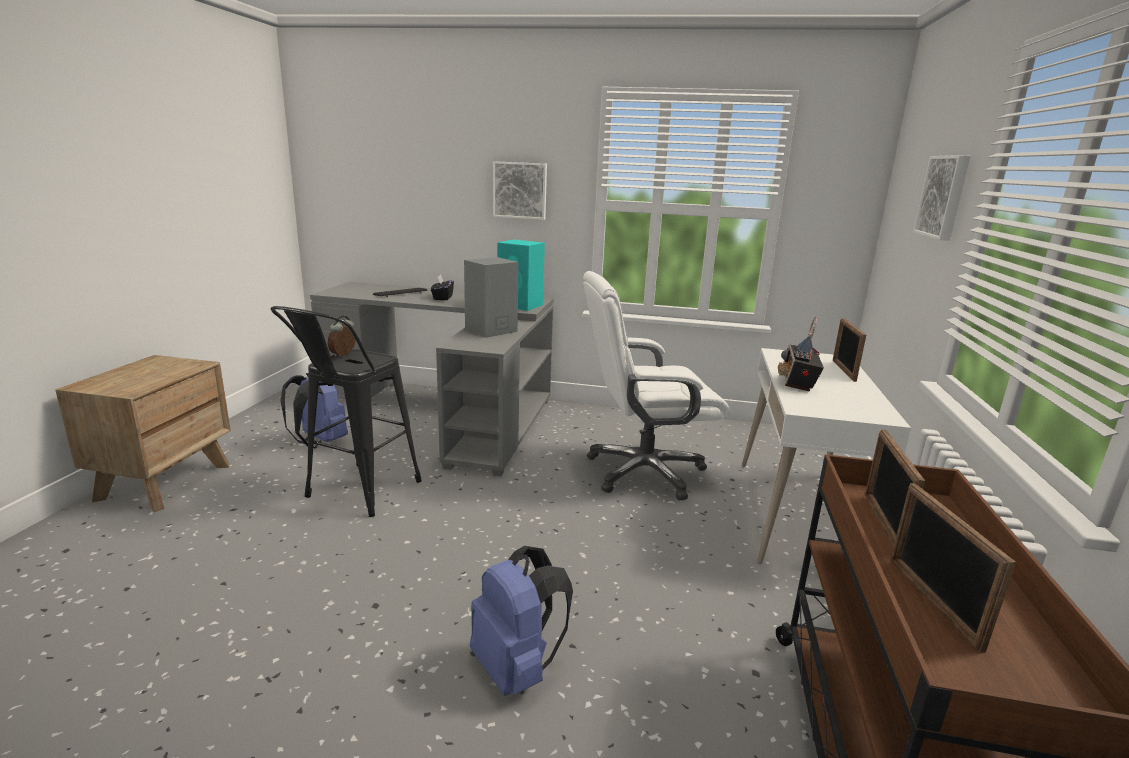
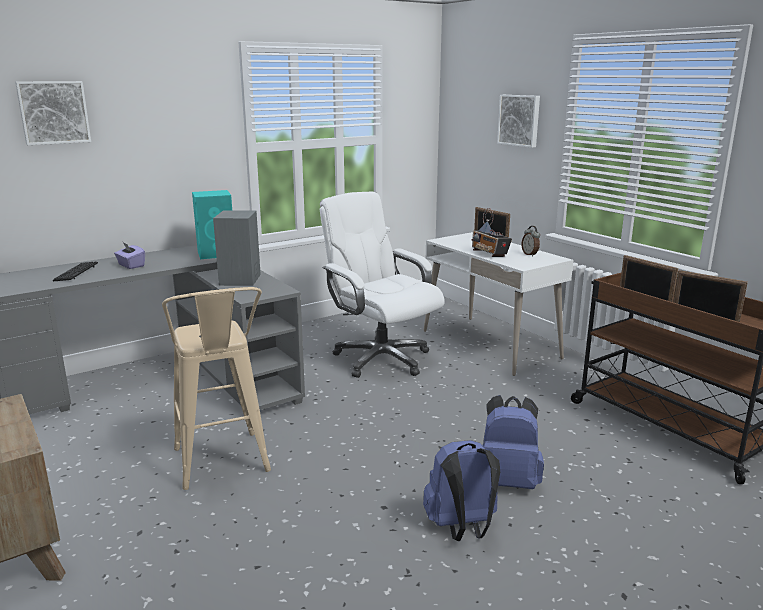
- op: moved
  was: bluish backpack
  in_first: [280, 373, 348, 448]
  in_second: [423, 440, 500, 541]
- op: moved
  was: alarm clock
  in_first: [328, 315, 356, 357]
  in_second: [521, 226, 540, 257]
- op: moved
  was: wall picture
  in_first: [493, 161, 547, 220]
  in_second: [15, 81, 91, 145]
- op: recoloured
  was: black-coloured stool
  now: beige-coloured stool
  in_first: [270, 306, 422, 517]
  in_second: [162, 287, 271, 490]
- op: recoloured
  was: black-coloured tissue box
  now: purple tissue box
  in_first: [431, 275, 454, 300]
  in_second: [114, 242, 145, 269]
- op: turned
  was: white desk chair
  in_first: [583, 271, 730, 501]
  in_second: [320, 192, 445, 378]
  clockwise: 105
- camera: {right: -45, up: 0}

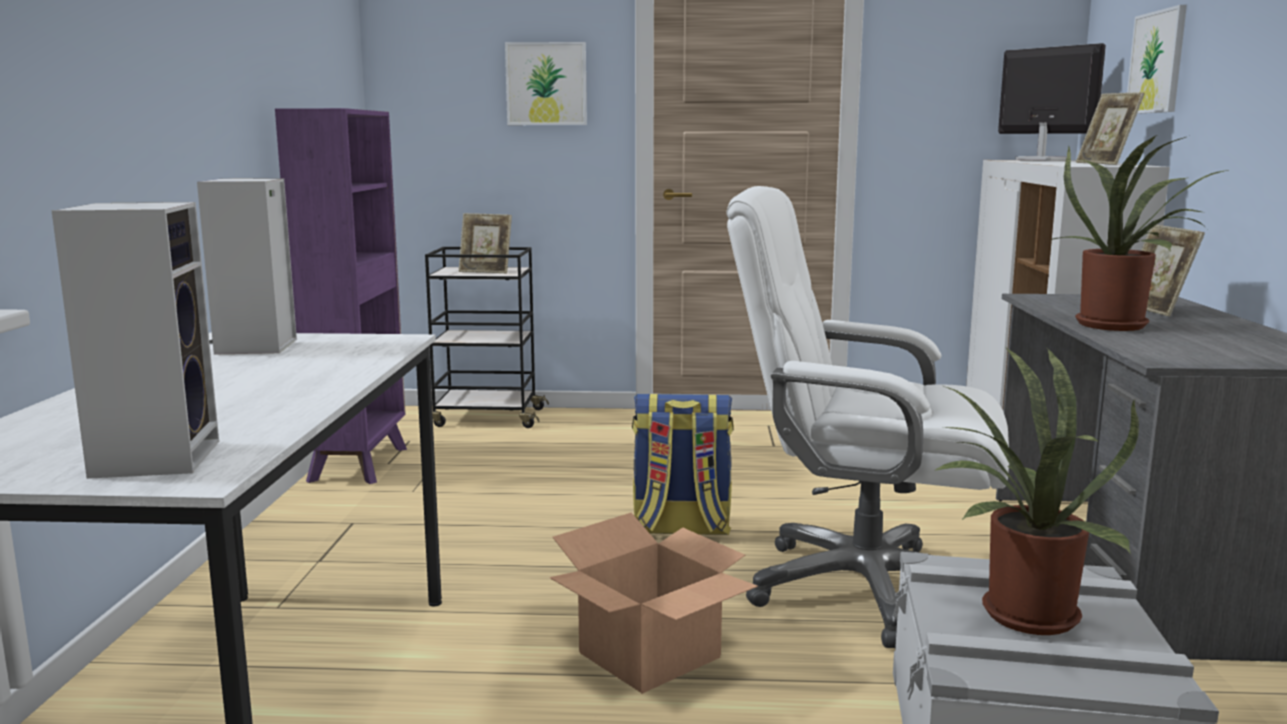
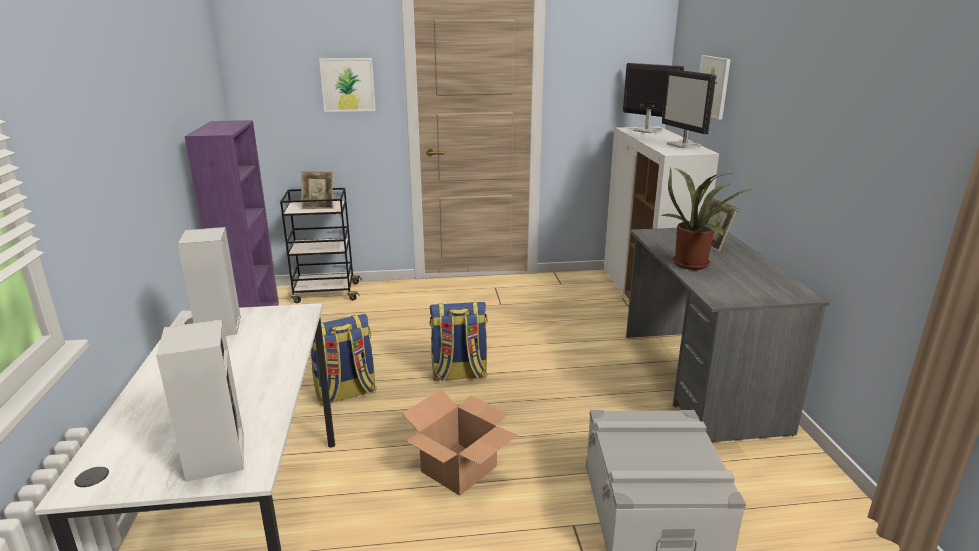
- op: removed
  was: white desk chair
  in_first: [726, 186, 1009, 648]
- op: removed
  was: plant in a pot
  in_first: [932, 346, 1139, 635]
- op: added
  now: backpack
  in_second: [311, 314, 377, 406]
- op: replaced
  was: picture frame
  now: monitor
  in_first: [1076, 92, 1145, 165]
  in_second: [662, 69, 716, 148]
- camera: {right: -10, up: 10}

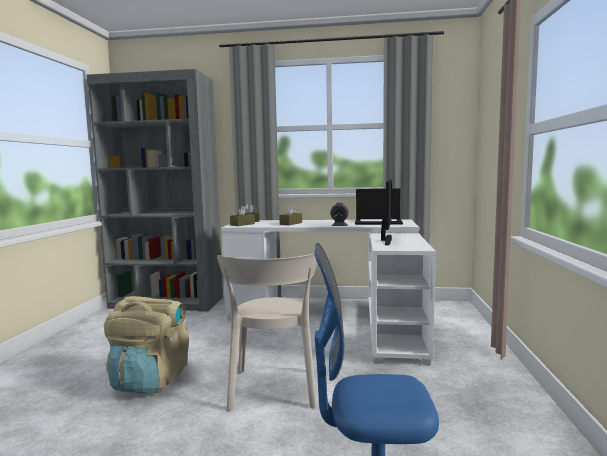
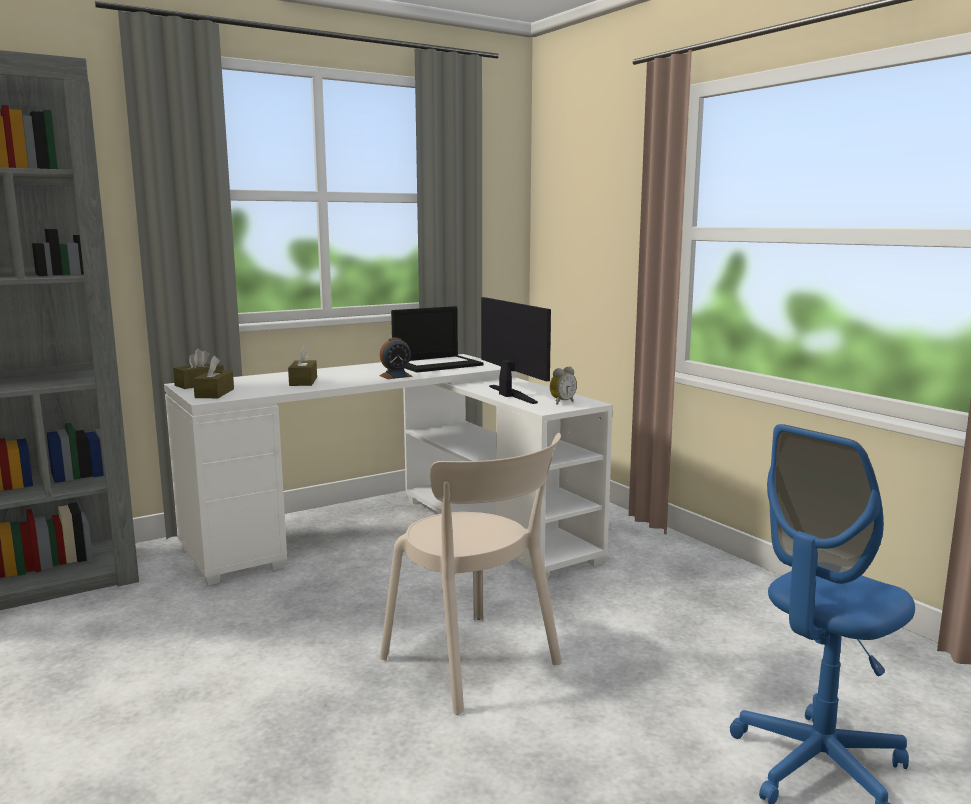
- op: removed
  was: beige-coloured backpack
  in_first: [104, 296, 189, 393]
- op: added
  now: alarm clock
  in_second: [550, 366, 577, 405]
- camera: {right: -40, up: 5}

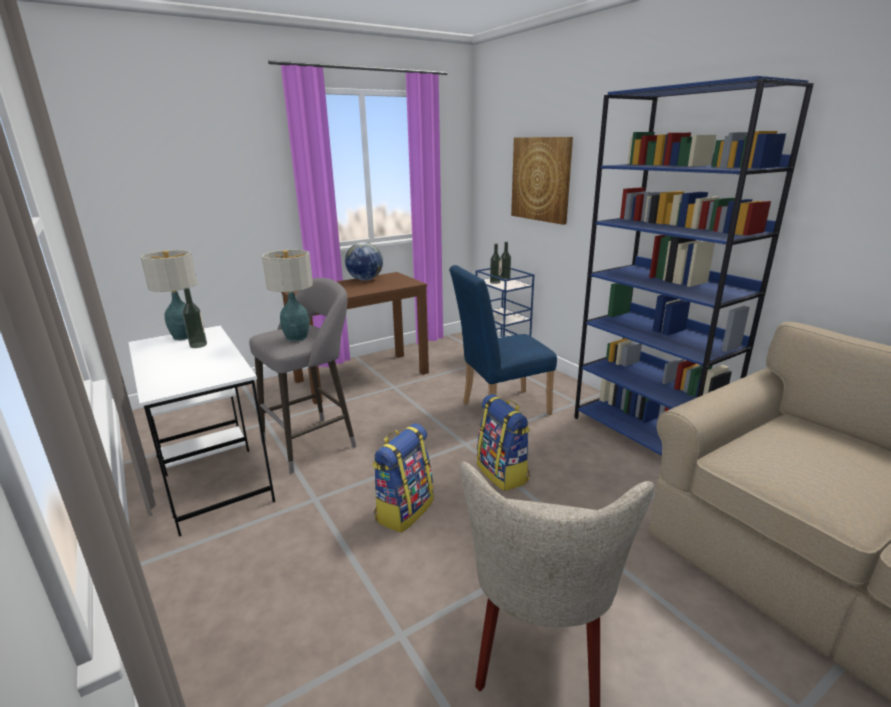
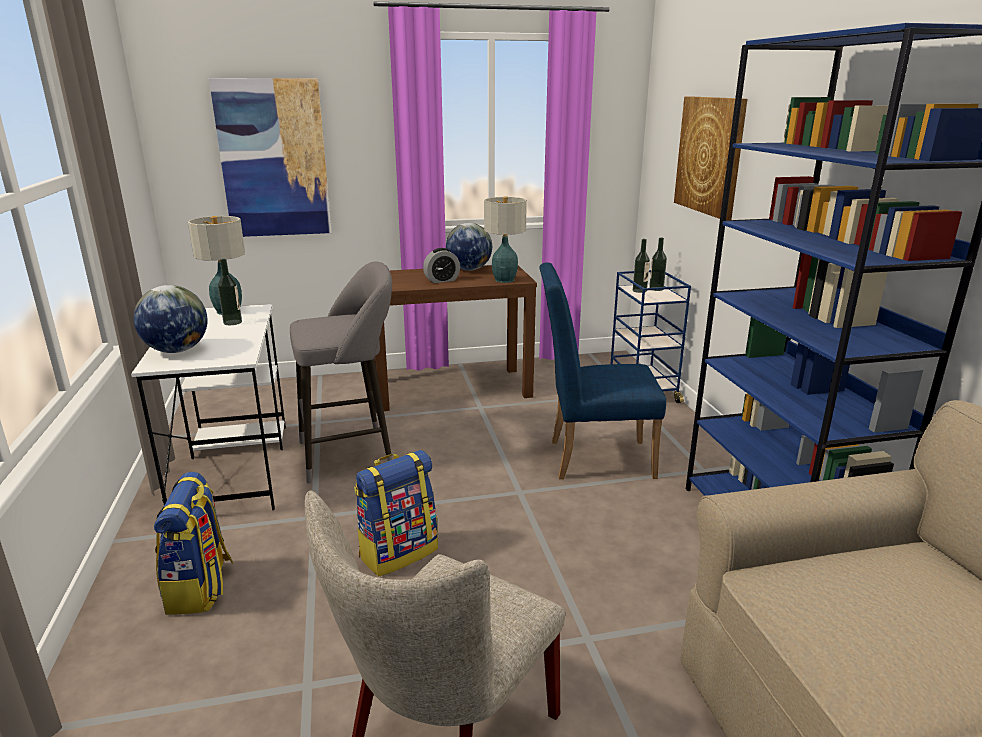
- op: added
  now: desk globe
  in_second: [133, 285, 208, 353]
- op: added
  now: wall picture
  in_second: [209, 78, 332, 237]
- op: added
  now: alarm clock
  in_second: [423, 248, 460, 283]
- op: moved
  was: tabletop lamp
  in_first: [262, 250, 313, 341]
  in_second: [484, 196, 527, 283]
- op: moved
  was: backpack
  in_first: [477, 394, 530, 491]
  in_second: [154, 472, 234, 615]
- camera: {right: 20, up: 0}

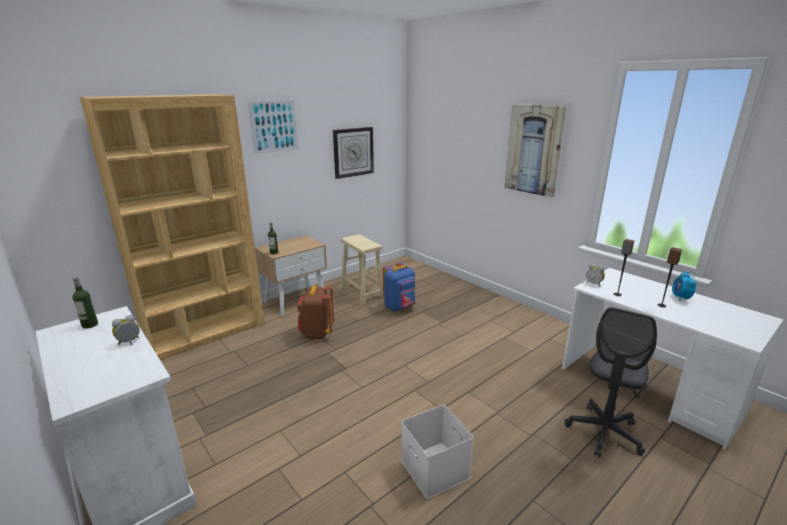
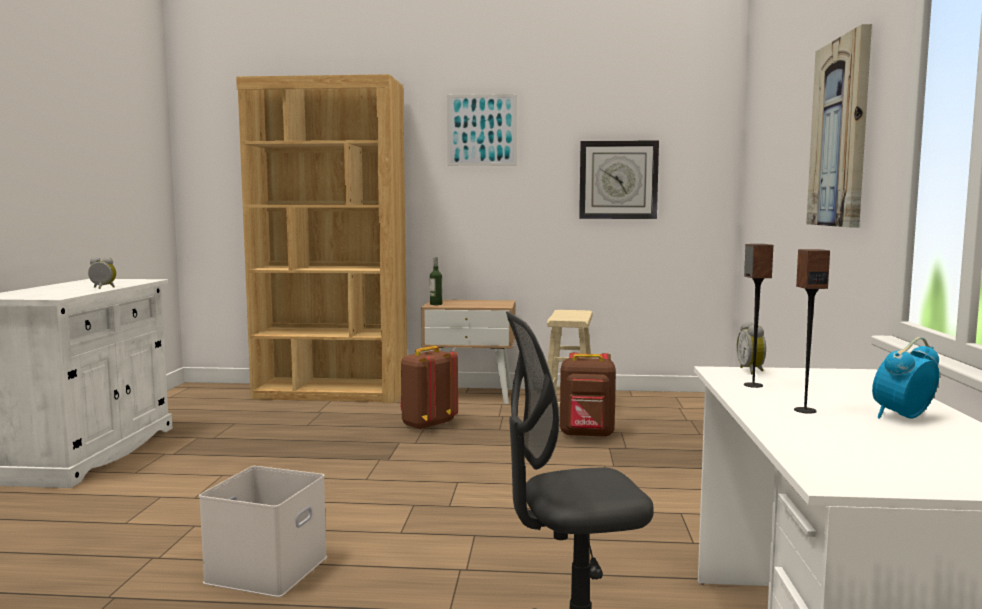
- op: removed
  was: beverage bottle
  in_first: [73, 276, 98, 329]
- op: recoloured
  was: bluish backpack
  now: brown backpack
  in_first: [383, 262, 415, 311]
  in_second: [560, 352, 616, 438]
- camera: {right: 45, up: -15}

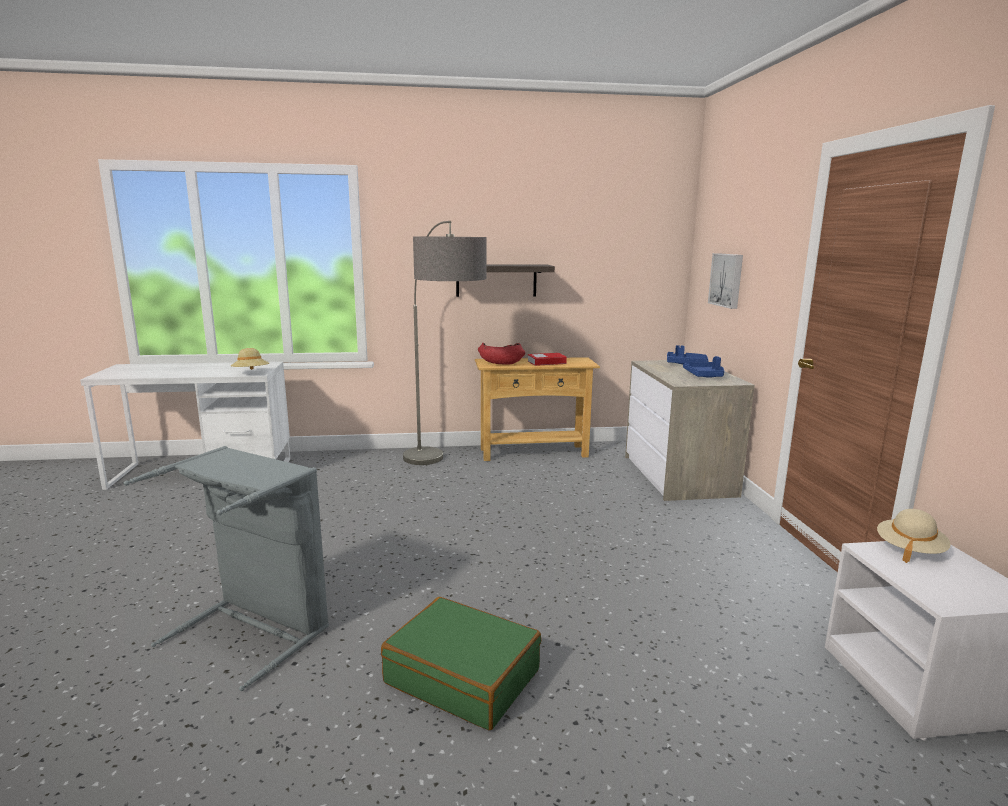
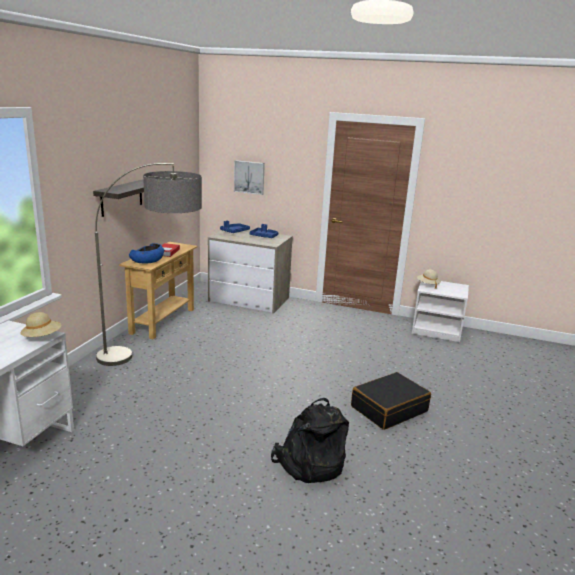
- op: replaced
  was: greyish laundry basket
  now: black-coloured backpack
  in_first: [124, 446, 329, 691]
  in_second: [271, 398, 349, 483]
- op: recoloured
  was: green suitcase
  now: black-coloured suitcase
  in_first: [381, 597, 541, 730]
  in_second: [351, 372, 431, 430]
- op: recoloured
  was: red deep dish
  now: bluish deep dish
  in_first: [478, 343, 525, 365]
  in_second: [129, 243, 164, 264]
- camera: {right: -65, up: 5}

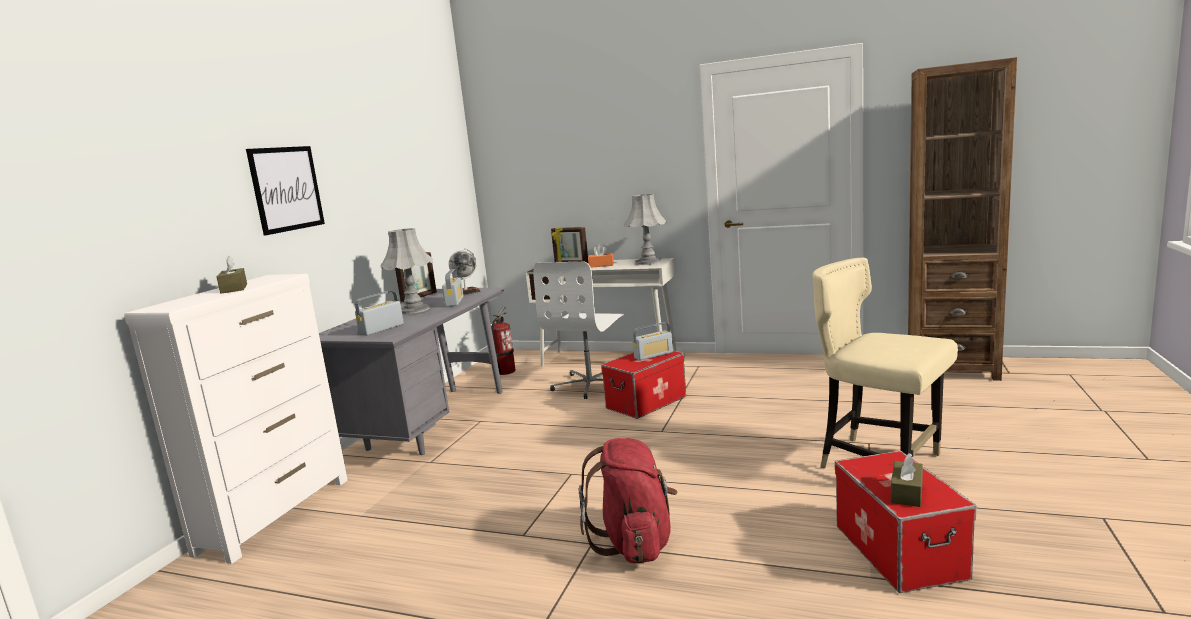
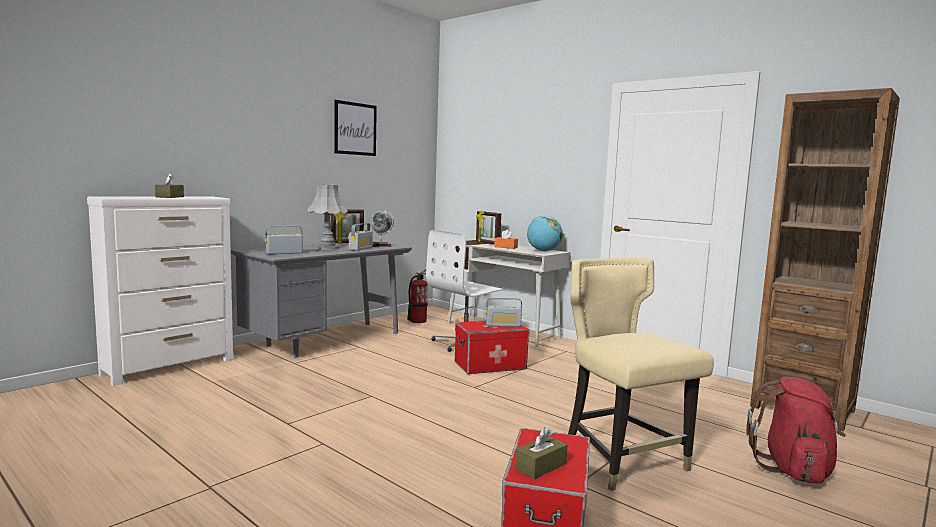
- op: moved
  was: wall picture
  in_first: [246, 146, 325, 236]
  in_second: [334, 100, 377, 156]
- op: moved
  was: red backpack
  in_first: [579, 438, 678, 564]
  in_second: [746, 377, 846, 484]
- op: replaced
  was: greyish tabletop lamp
  now: desk globe
  in_first: [624, 194, 666, 265]
  in_second: [527, 216, 562, 251]
- camera: {right: 20, up: -5}

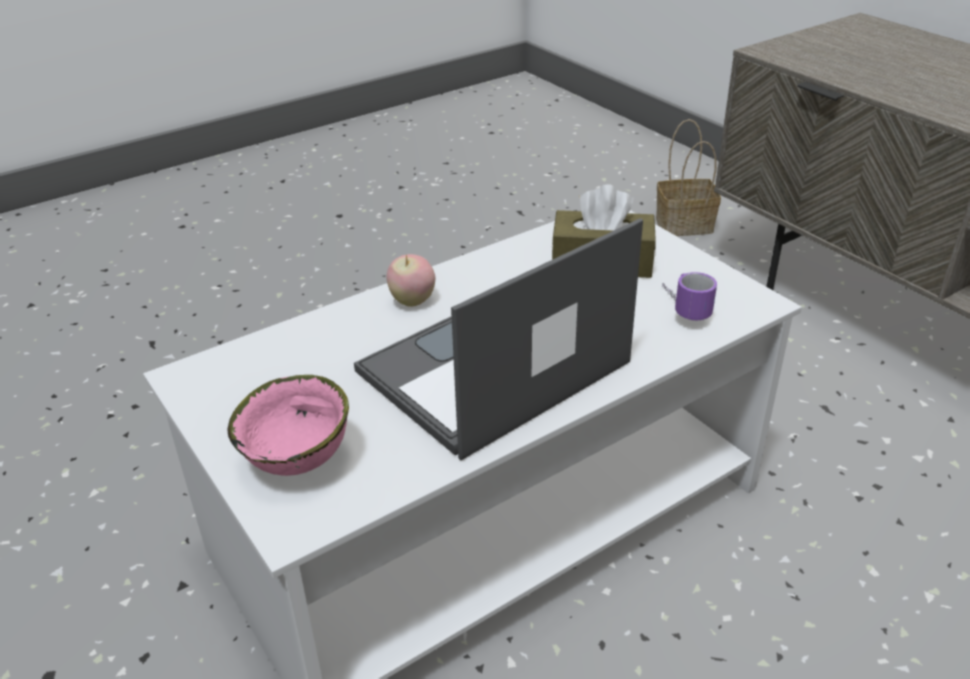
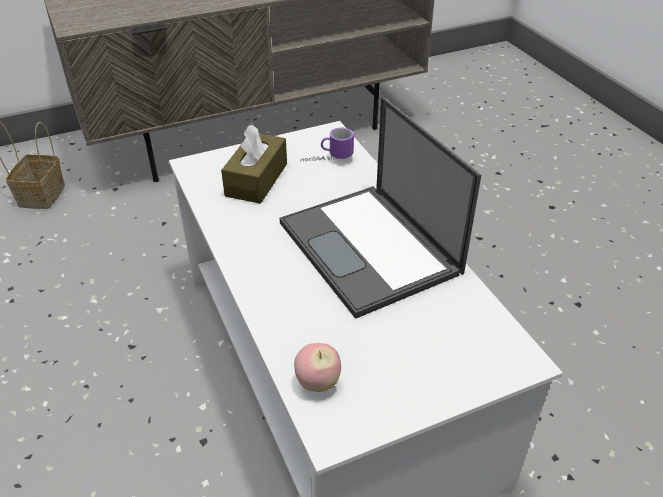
- op: removed
  was: pink-coloured deep dish
  in_first: [227, 375, 349, 476]
- op: moved
  was: whole apple
  in_first: [387, 254, 435, 307]
  in_second: [294, 343, 341, 392]
- camera: {right: -80, up: 5}

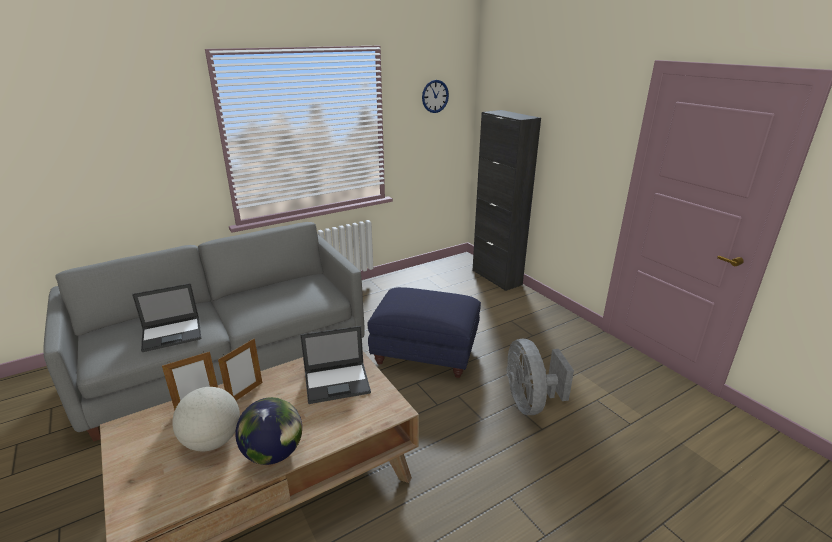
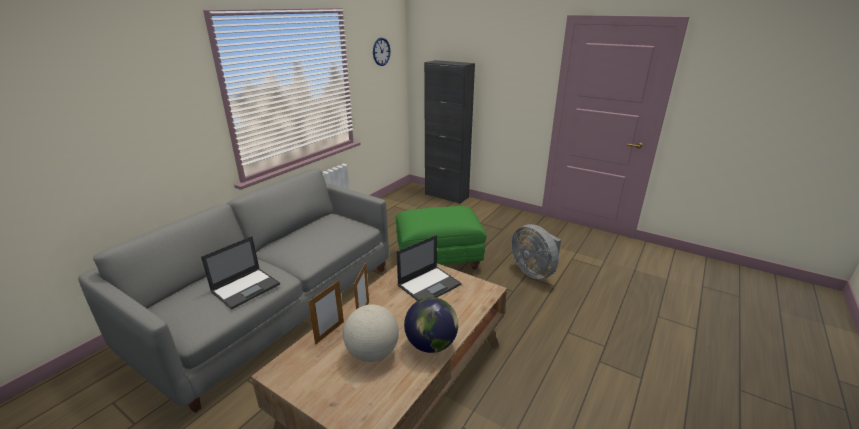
- op: recoloured
  was: bluish footrest
  now: green footrest
  in_first: [368, 287, 481, 378]
  in_second: [396, 206, 487, 270]
- camera: {right: -25, up: 0}

